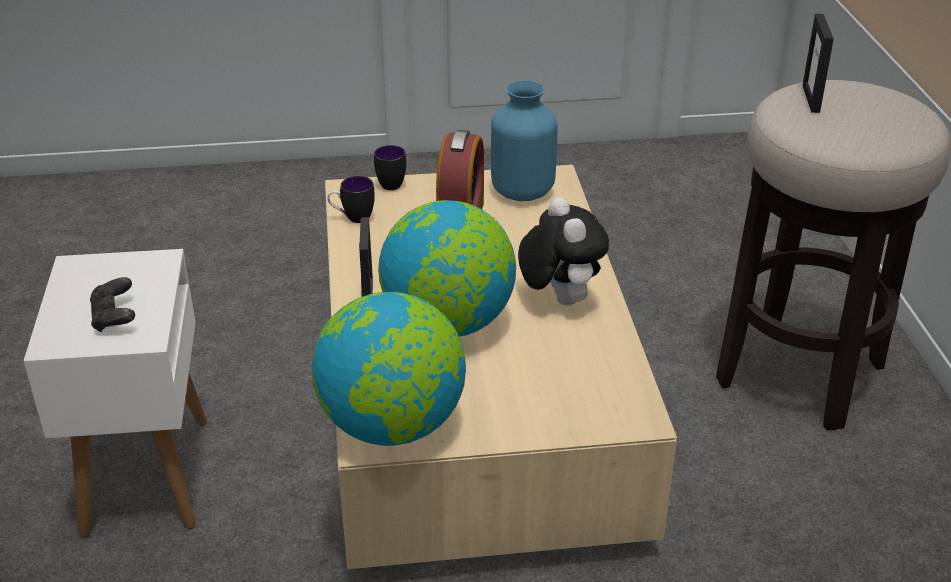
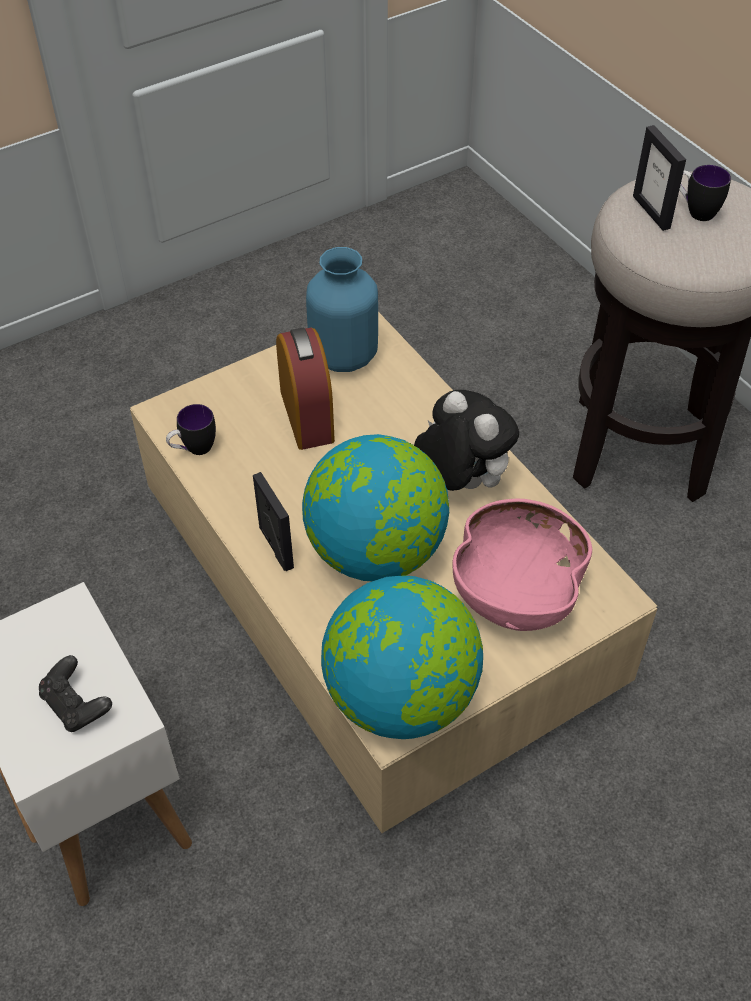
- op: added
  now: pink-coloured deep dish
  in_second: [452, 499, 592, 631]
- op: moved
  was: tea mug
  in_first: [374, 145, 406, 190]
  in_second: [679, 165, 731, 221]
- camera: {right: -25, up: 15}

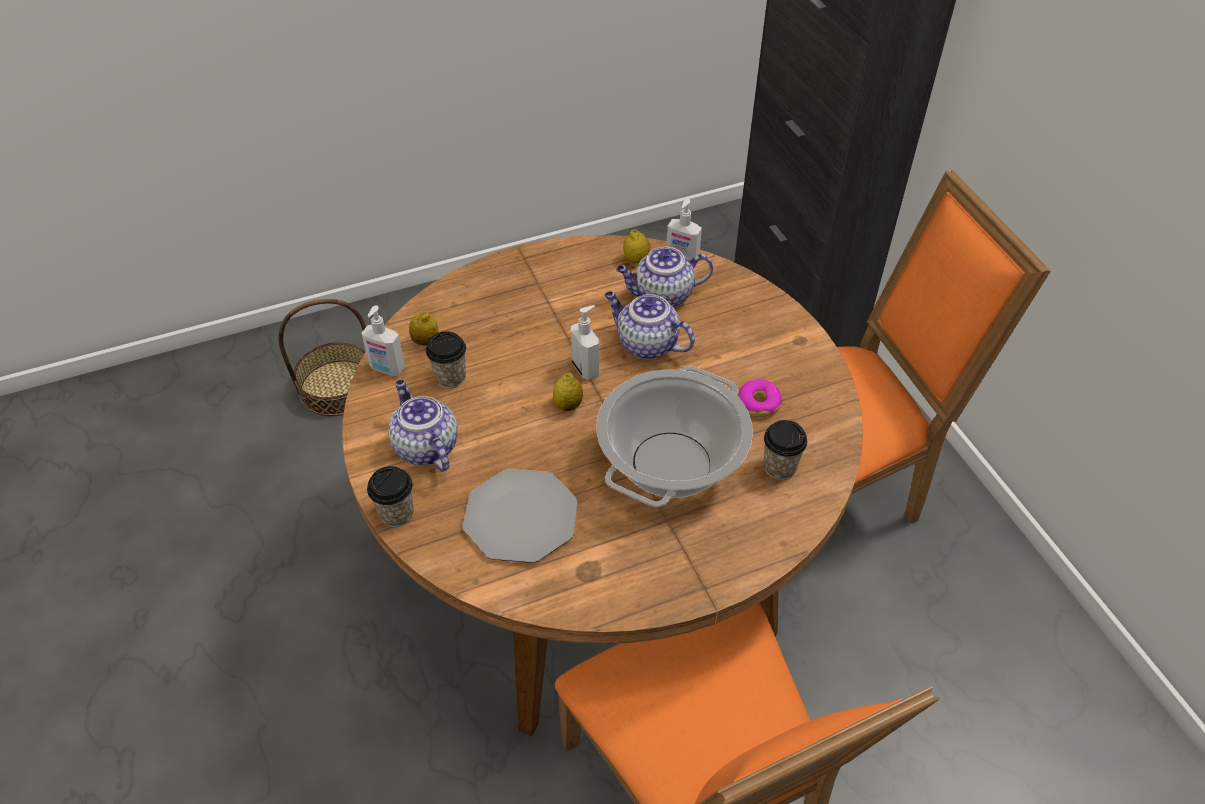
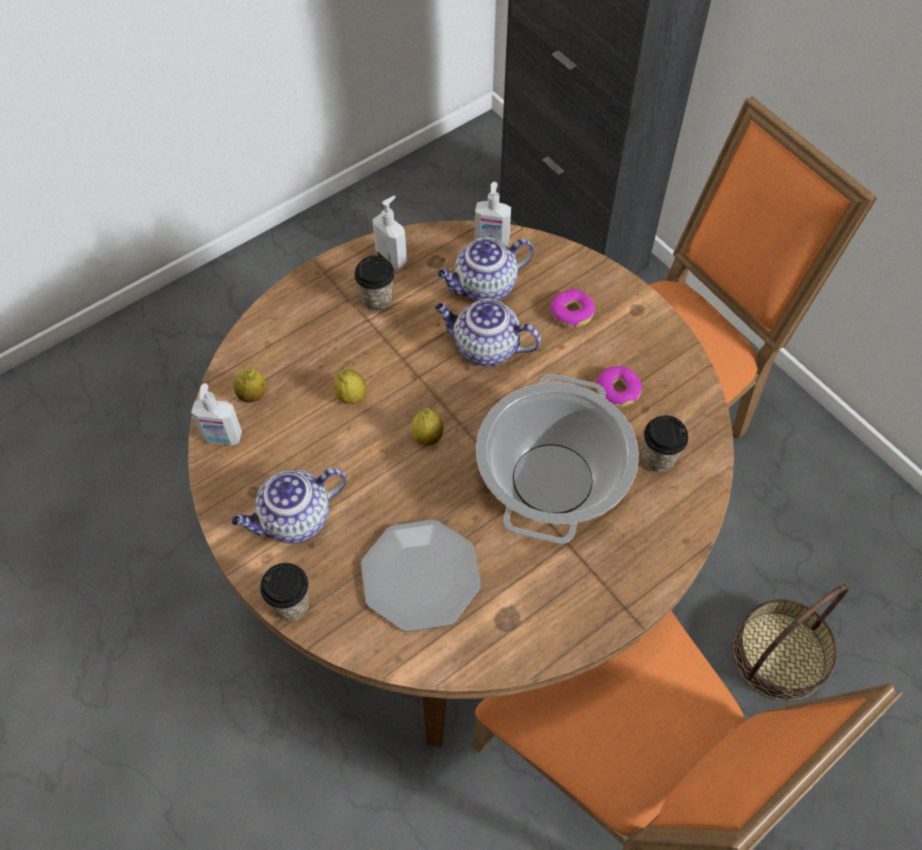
- op: added
  now: doughnut
  in_second: [550, 289, 595, 328]
- op: moved
  was: household basket
  in_first: [279, 299, 366, 416]
  in_second: [733, 584, 849, 702]
- op: moved
  was: drinking cup
  in_first: [426, 331, 466, 389]
  in_second: [354, 255, 395, 312]
- op: moved
  was: liquid soap bottle
  in_first: [571, 305, 599, 381]
  in_second: [372, 196, 407, 269]
- op: moved
  was: citrus fruit
  in_first: [623, 229, 650, 263]
  in_second: [334, 369, 367, 404]
- op: turned
  was: pot for tea
  in_first: [388, 380, 458, 472]
  in_second: [231, 468, 346, 544]
  clockwise: -75
- camera: {right: -15, up: 10}

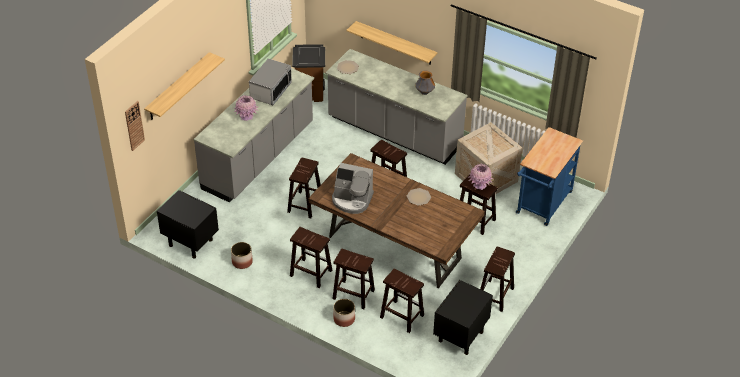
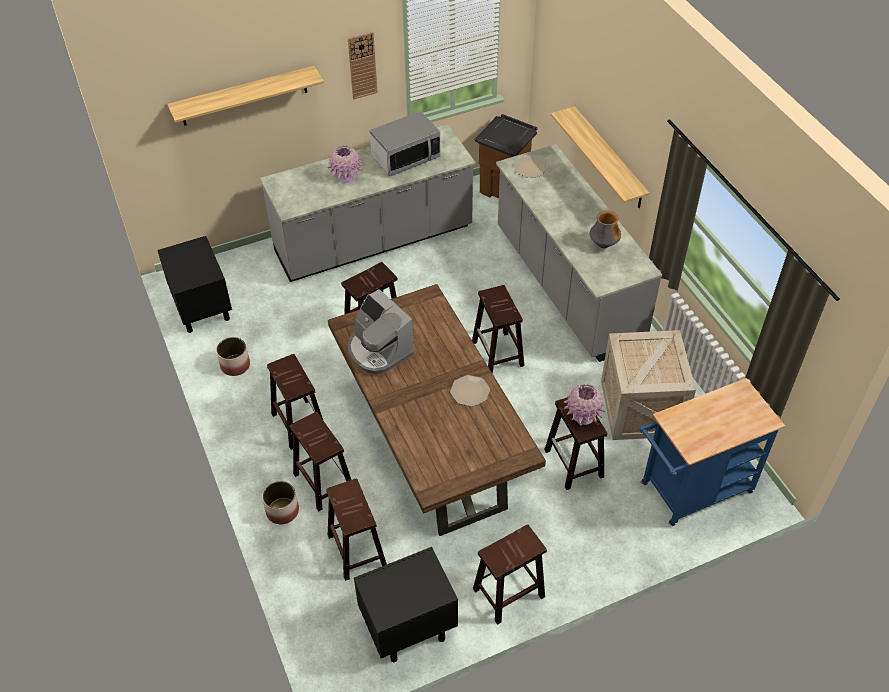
- op: moved
  was: hanging clock
  in_first: [125, 101, 145, 151]
  in_second: [348, 32, 378, 99]
- camera: {right: 35, up: 5}

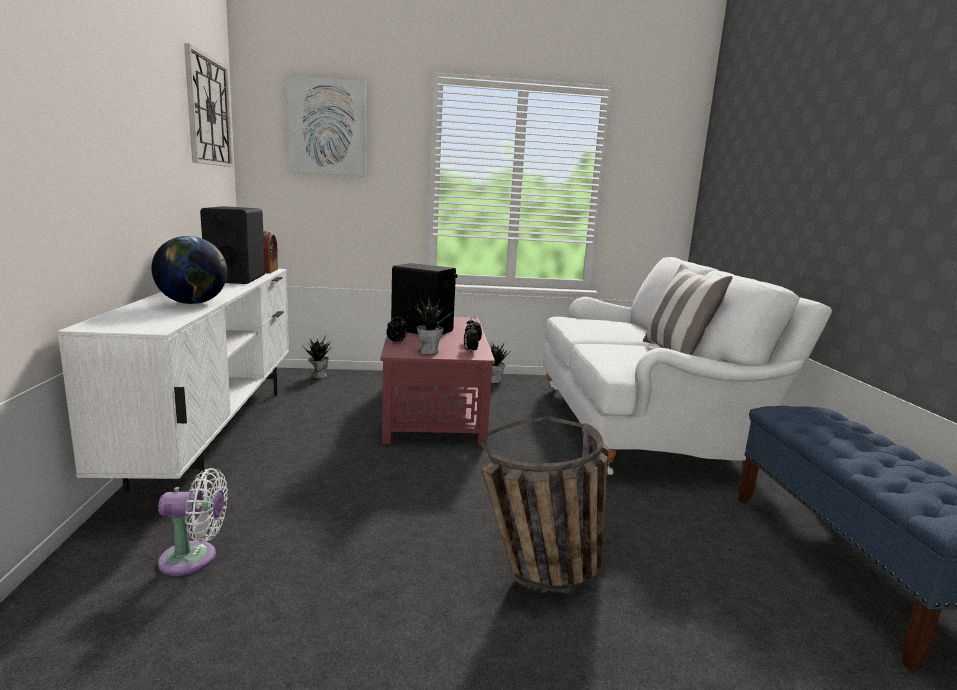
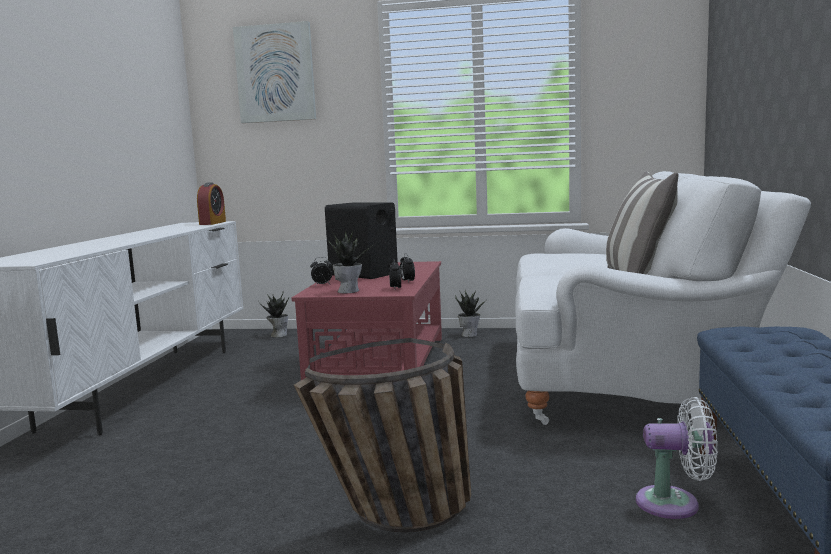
- op: removed
  was: desk globe
  in_first: [151, 236, 227, 304]
- op: removed
  was: hanging clock
  in_first: [184, 43, 233, 167]
- op: removed
  was: black-coloured speaker
  in_first: [200, 206, 265, 284]
- op: moved
  was: white fan
  in_first: [158, 468, 228, 576]
  in_second: [636, 397, 718, 519]
- camera: {right: 15, up: -5}

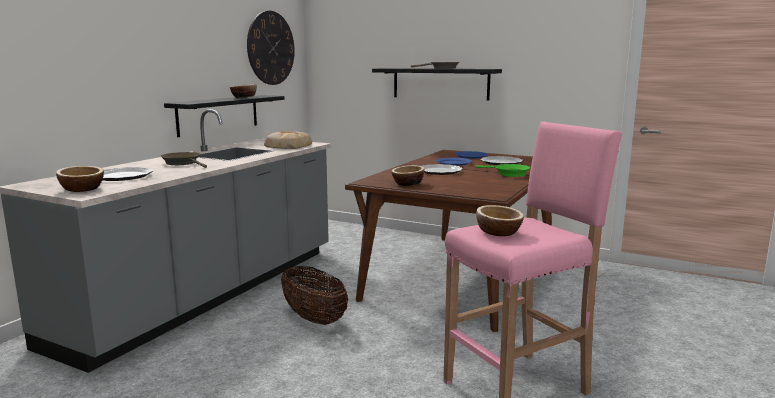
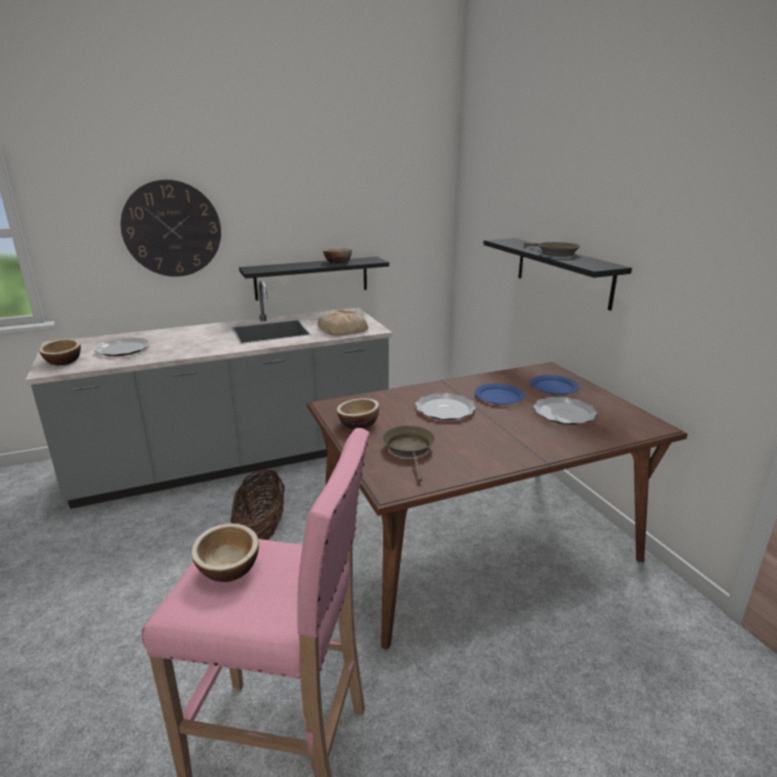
- op: removed
  was: green frying pan
  in_first: [475, 164, 530, 177]
- op: moved
  was: brown frying pan
  in_first: [161, 152, 207, 168]
  in_second: [383, 426, 435, 482]
- op: moved
  was: hanging clock
  in_first: [247, 11, 295, 85]
  in_second: [121, 180, 221, 277]
- camera: {right: 40, up: 10}

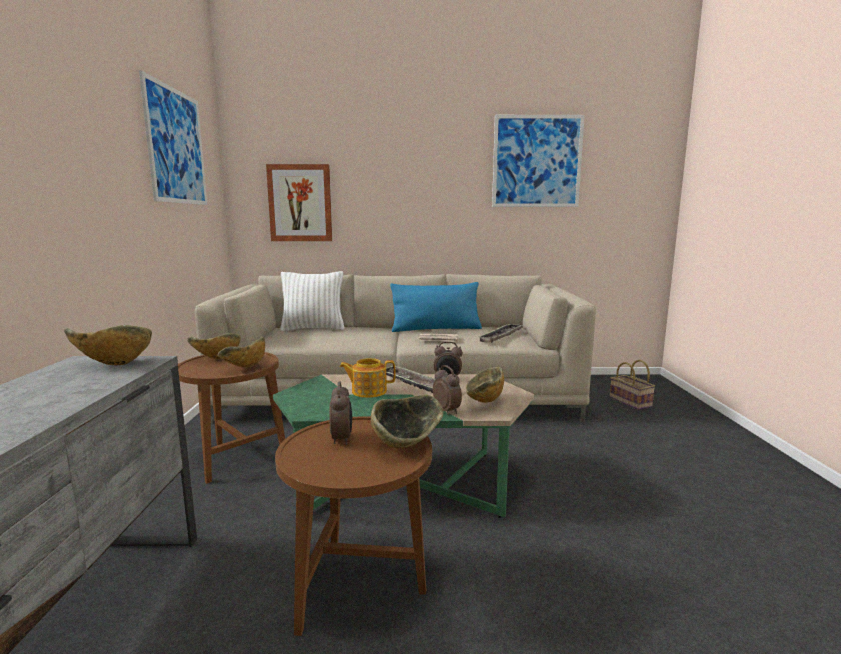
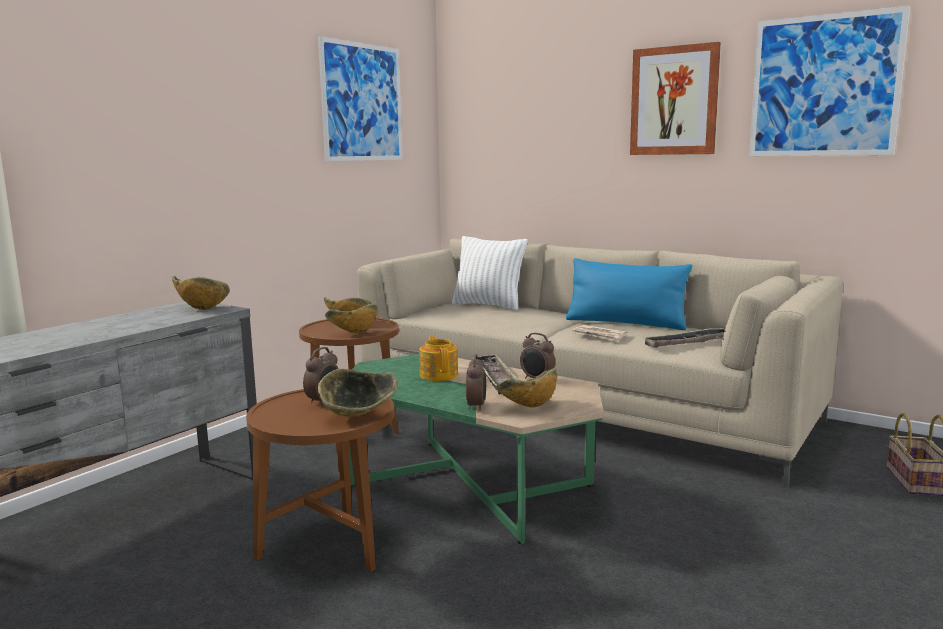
- op: moved
  was: wall picture
  in_first: [266, 164, 332, 241]
  in_second: [630, 42, 721, 155]
- op: turned
  was: pot for tea
  in_first: [339, 358, 395, 398]
  in_second: [419, 336, 458, 381]
  clockwise: 45
- camera: {right: 35, up: 0}

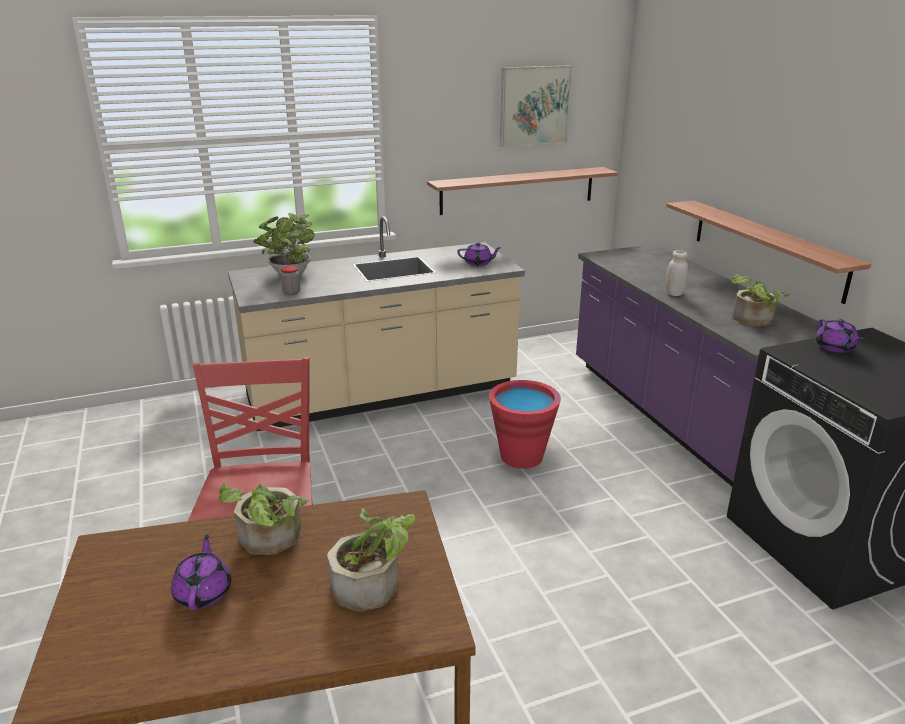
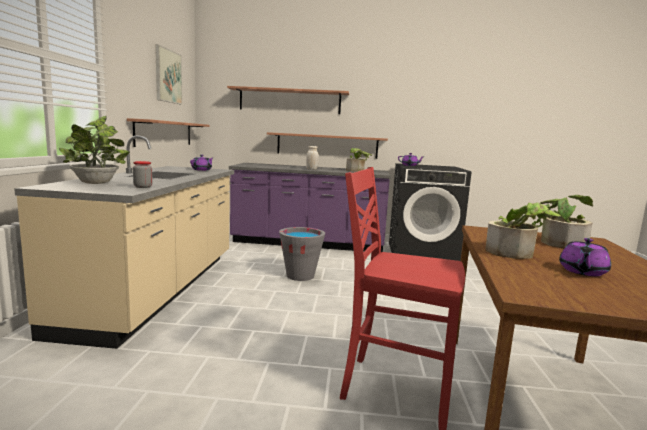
- op: added
  now: shelf
  in_second: [227, 86, 349, 114]
- op: recoloured
  was: red pail
  now: greyish pail
  in_first: [489, 380, 561, 469]
  in_second: [279, 227, 325, 281]
- op: turned
  was: purple pot for tea
  in_first: [171, 535, 231, 610]
  in_second: [559, 238, 611, 276]
  clockwise: -75
- camera: {right: -65, up: -15}

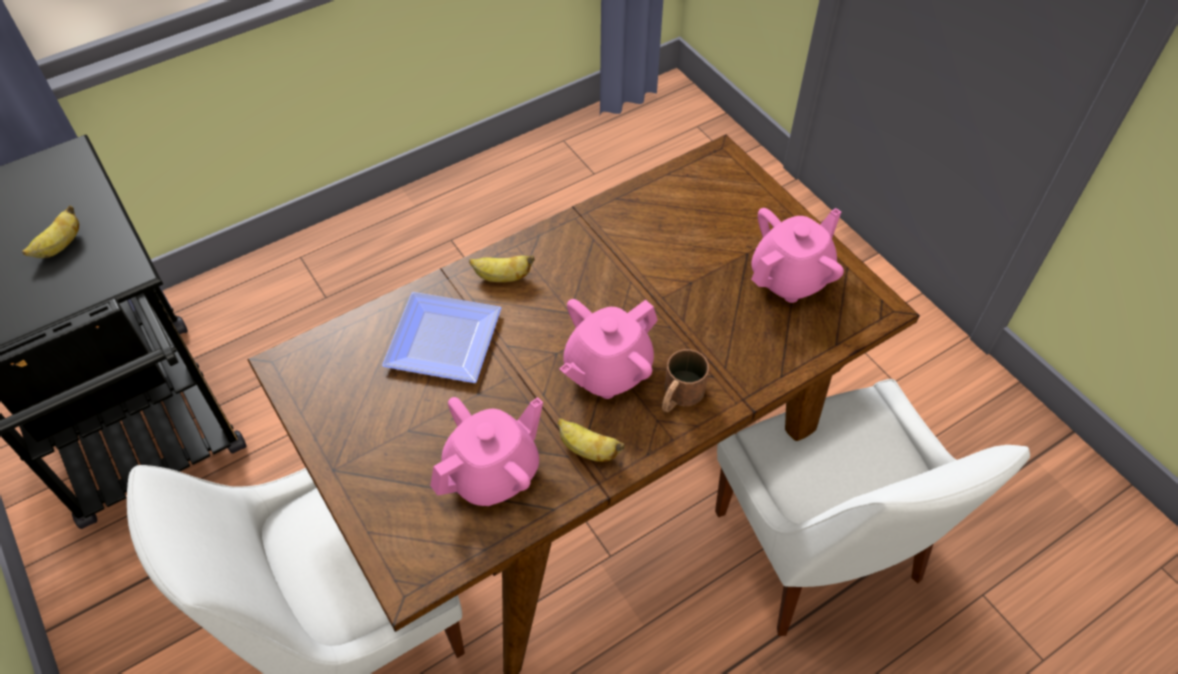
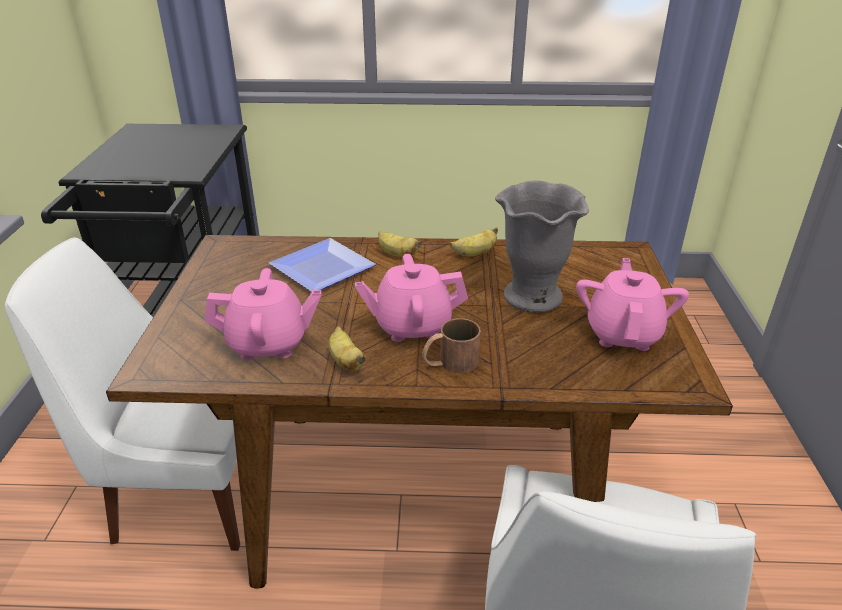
- op: added
  now: greyish flower vase
  in_second: [495, 180, 589, 313]
- op: moved
  was: banana
  in_first: [22, 205, 79, 258]
  in_second: [450, 227, 498, 256]
- op: turned
  was: pink-coloured pot for tea
  in_first: [751, 208, 844, 303]
  in_second: [576, 258, 689, 351]
  clockwise: -75
- camera: {right: 35, up: -20}

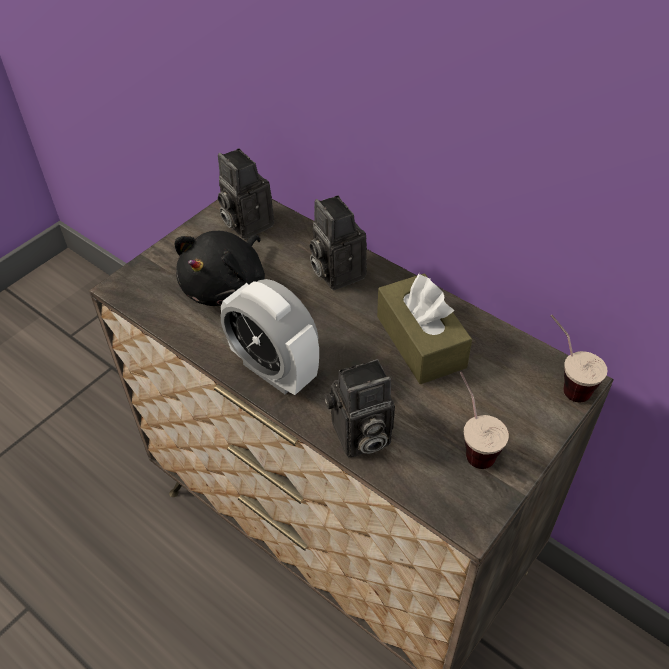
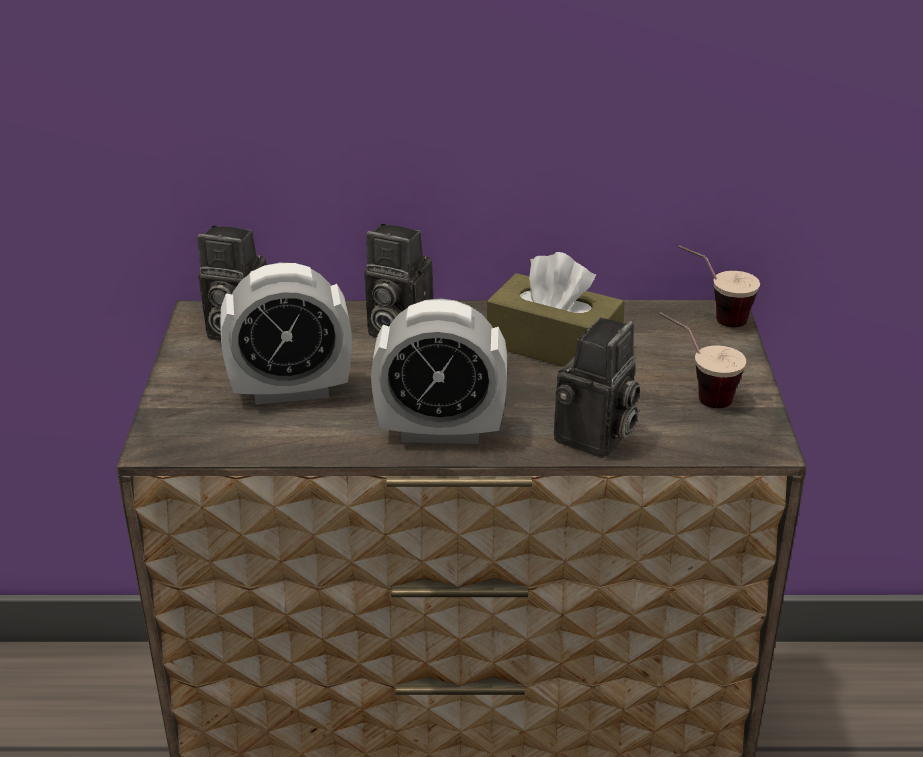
- op: replaced
  was: black-coloured cuddly toy
  now: alarm clock
  in_first: [175, 231, 265, 306]
  in_second: [220, 263, 352, 405]
- camera: {right: -40, up: -15}

